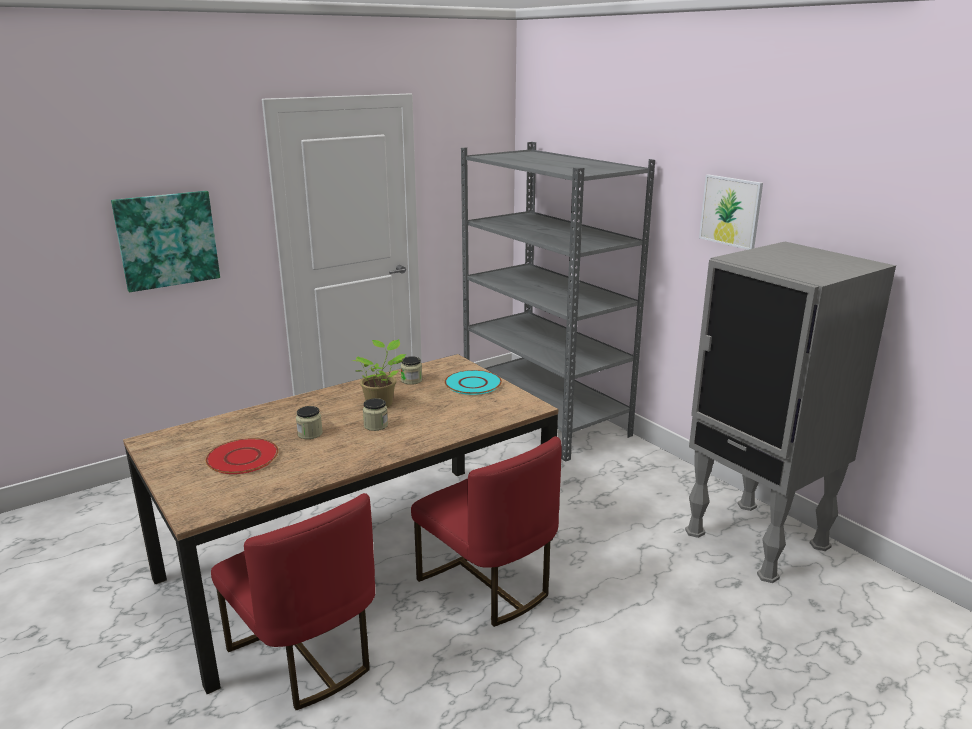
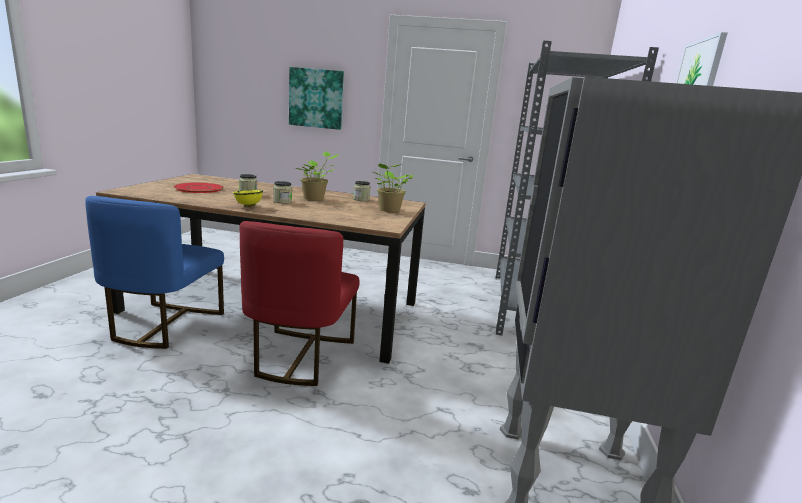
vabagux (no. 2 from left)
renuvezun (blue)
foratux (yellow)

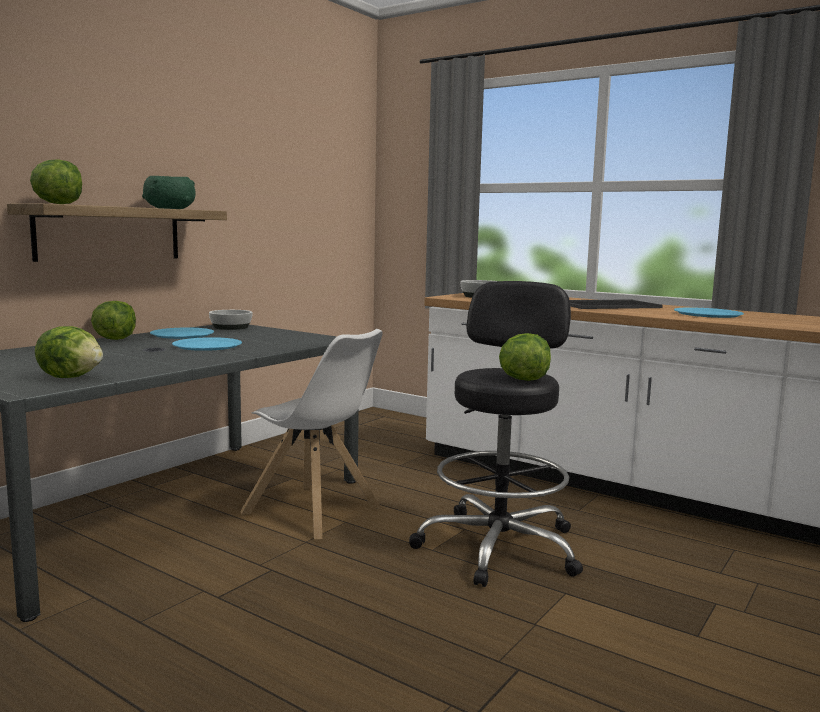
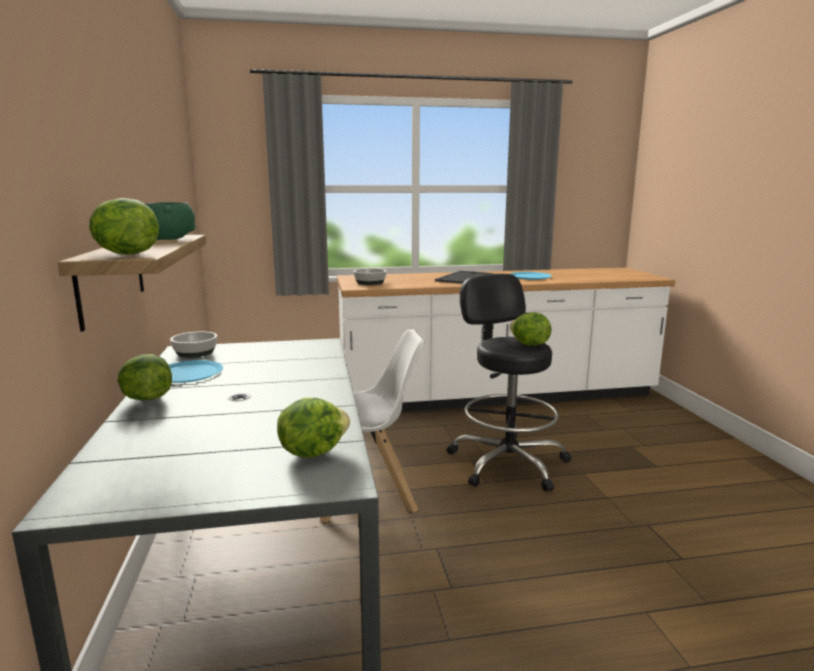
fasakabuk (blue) (no. 2 from left in the first image)

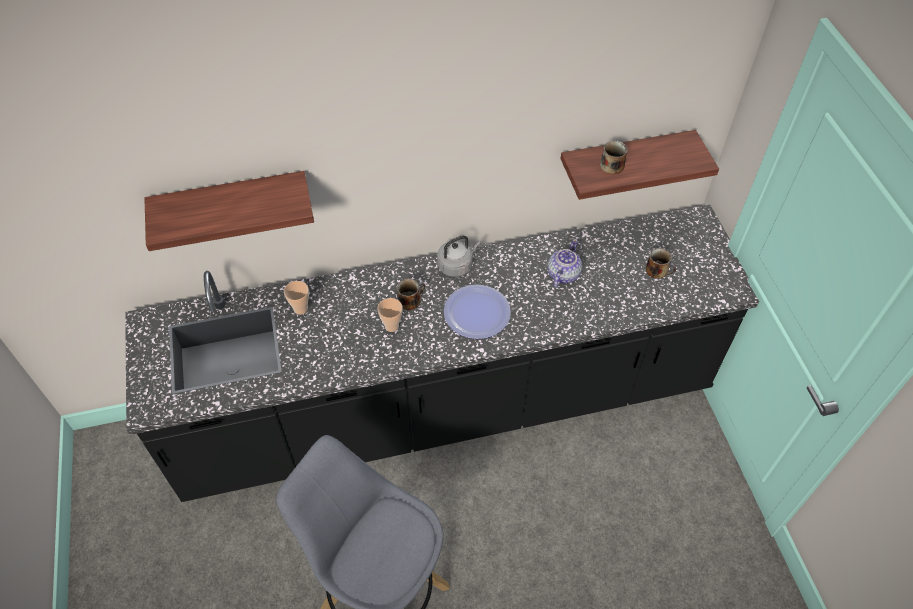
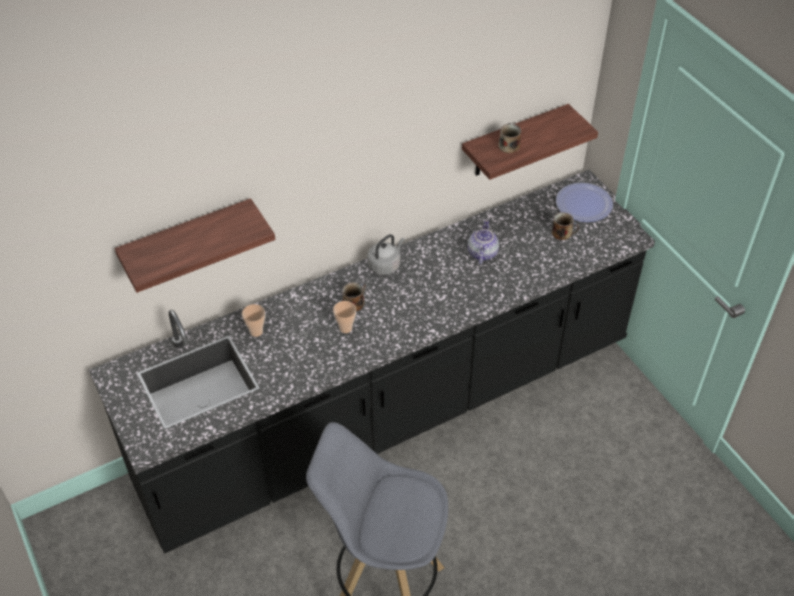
fasakabuk

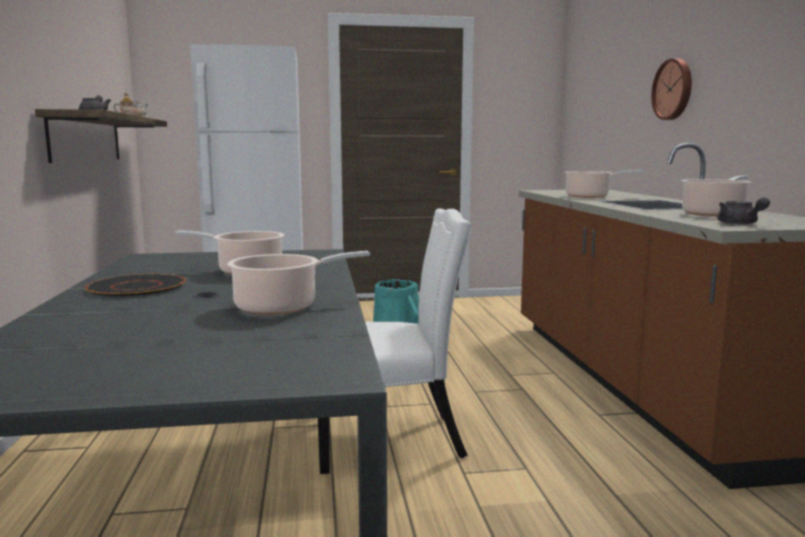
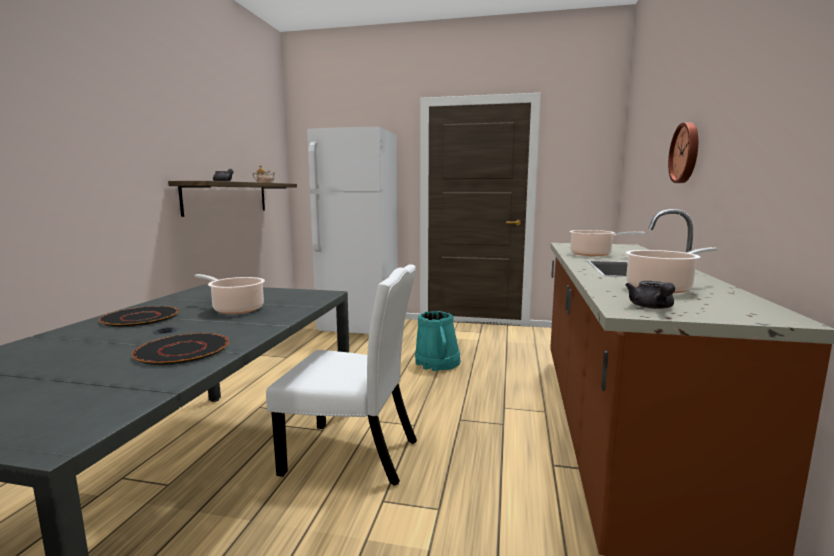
fasakabuk (black) (no. 2 from left)

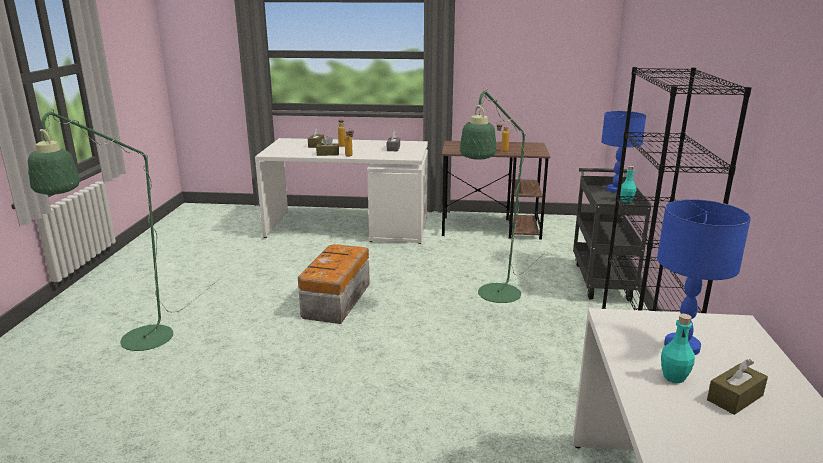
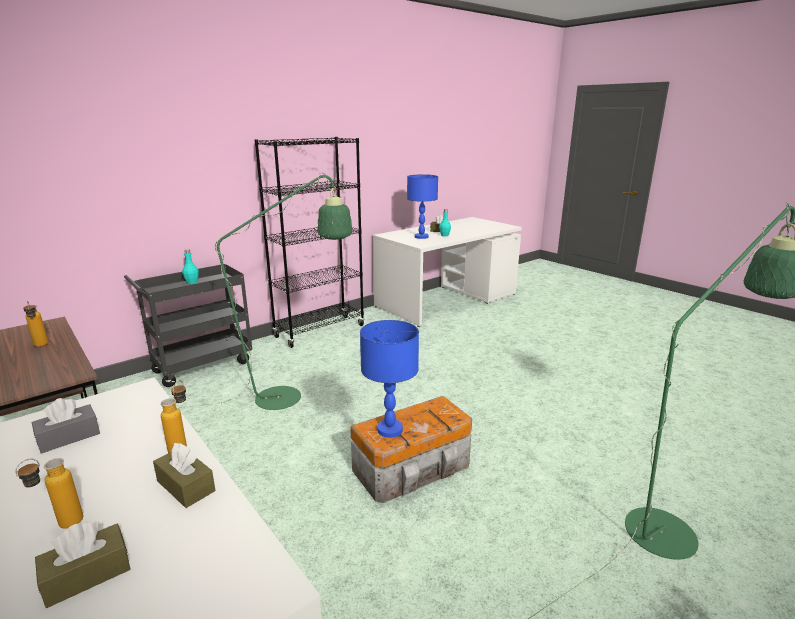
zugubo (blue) (no. 1 from left)

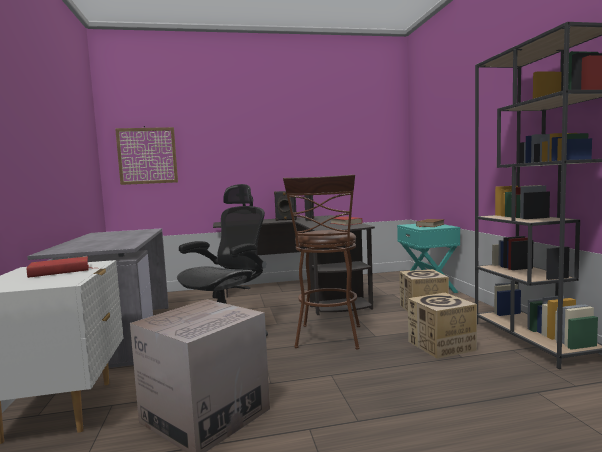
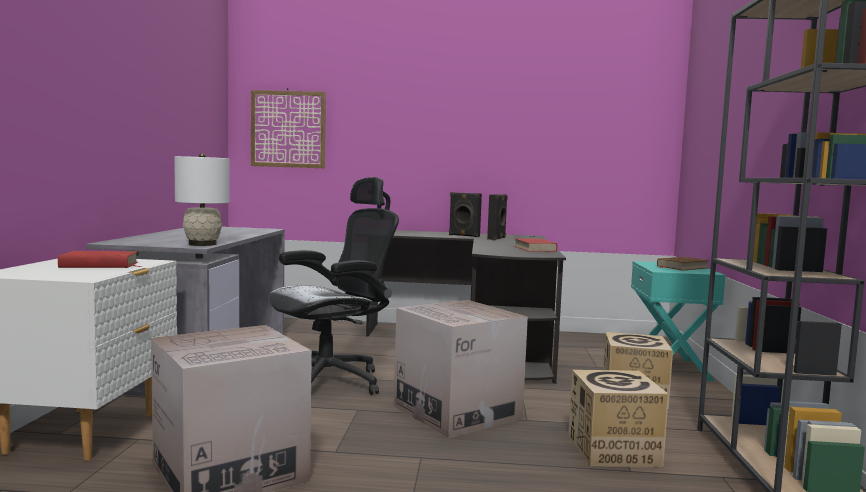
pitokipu (no. 2 from left)
zugubo (white)

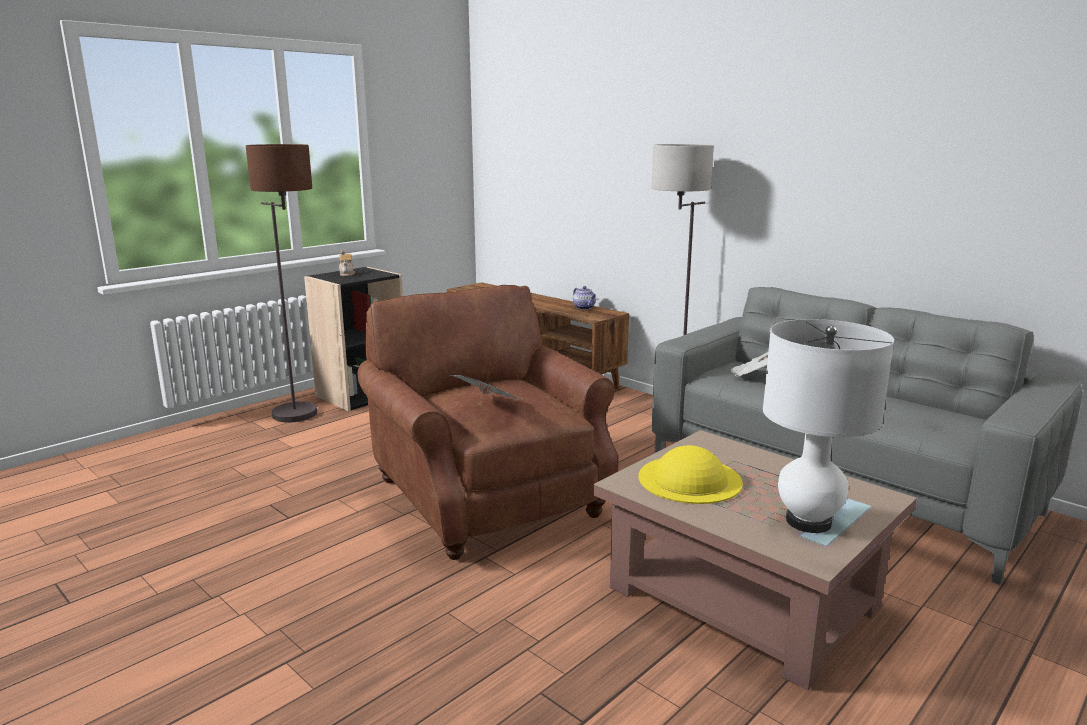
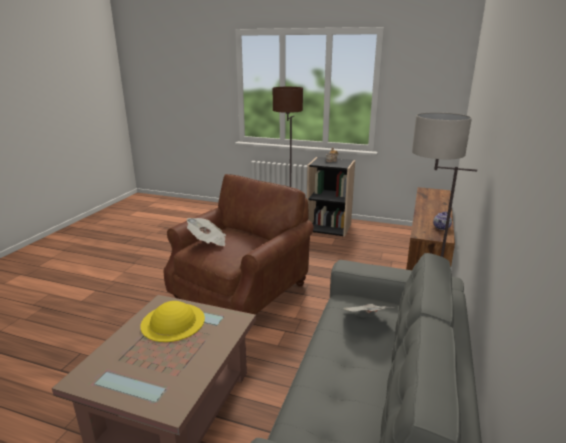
zugubo (white)

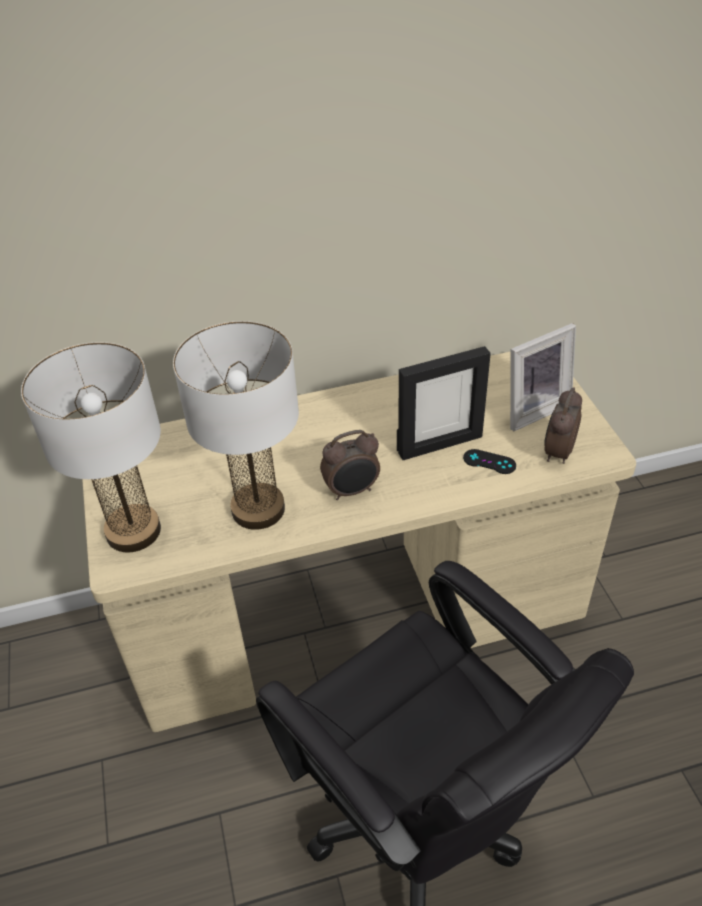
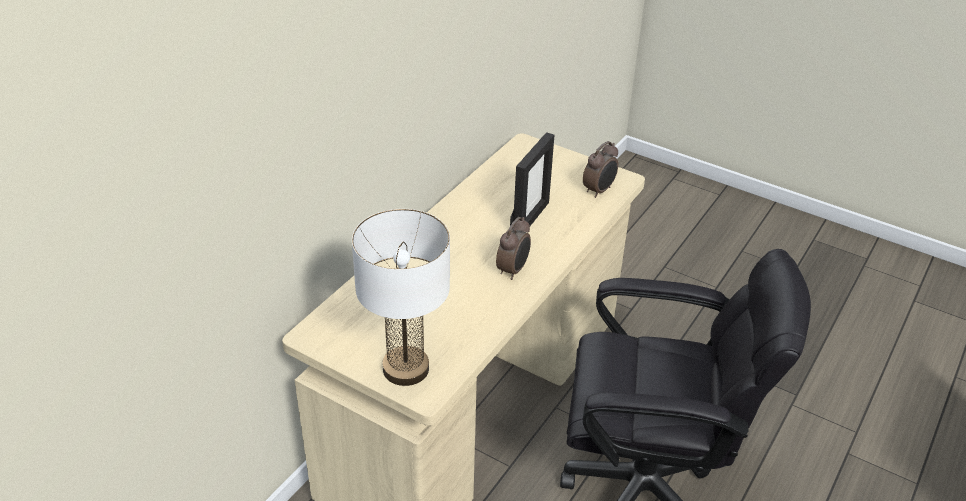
zugubo (no. 2 from left in the first image)
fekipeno (no. 2 from left in the first image)
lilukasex (no. 2 from left)
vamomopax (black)

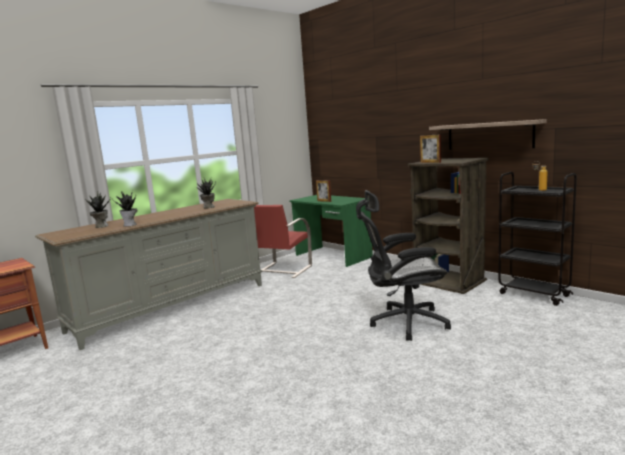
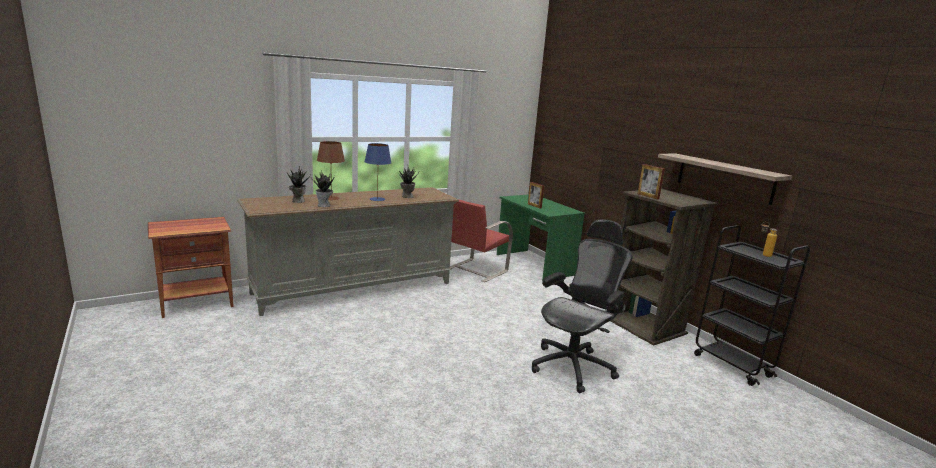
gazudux
zugubo (brown)
zugubo (blue)

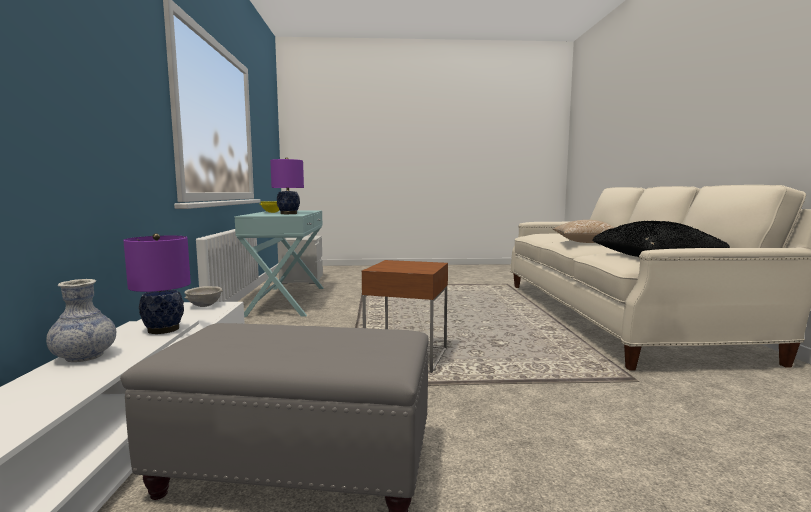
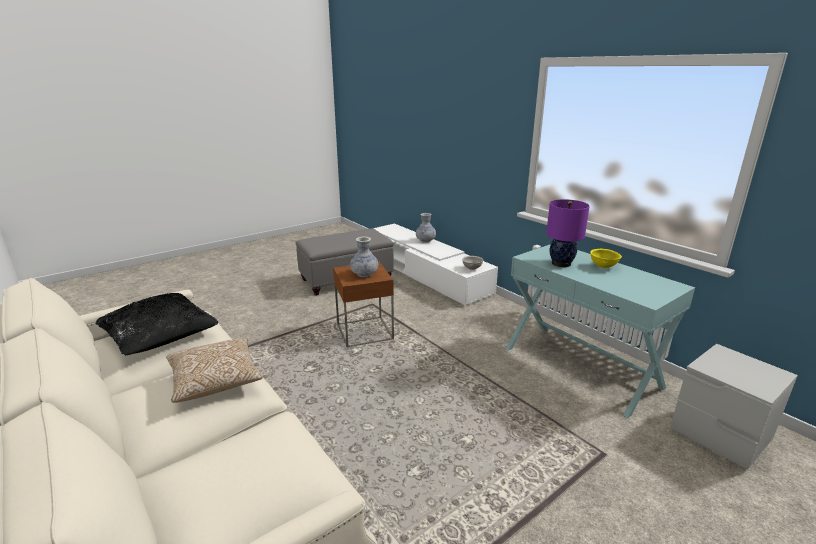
zugubo (purple) (no. 1 from left in the first image)
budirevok (no. 1 from left)

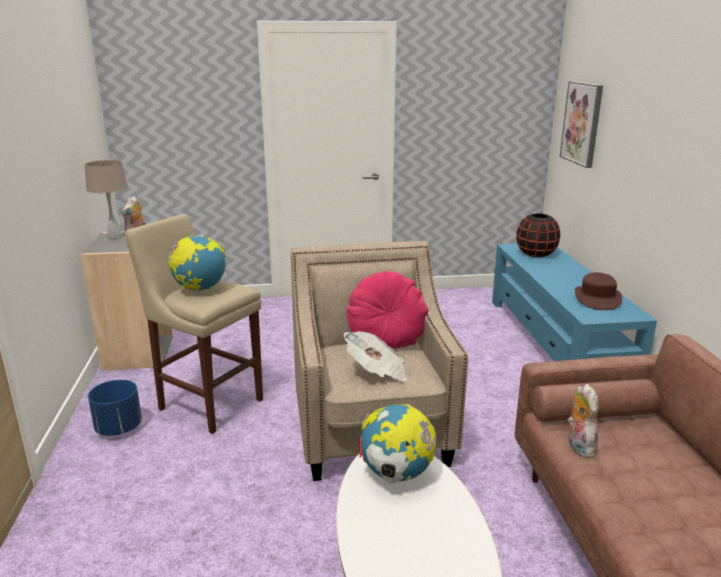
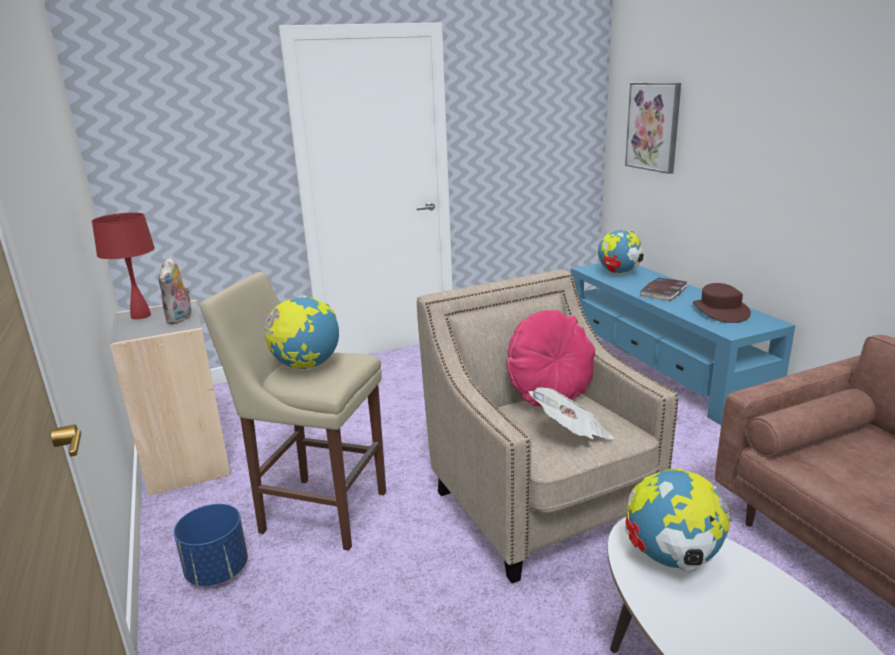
zugubo (red)
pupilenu (no. 2 from left)
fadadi (no. 2 from left in the first image)
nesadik

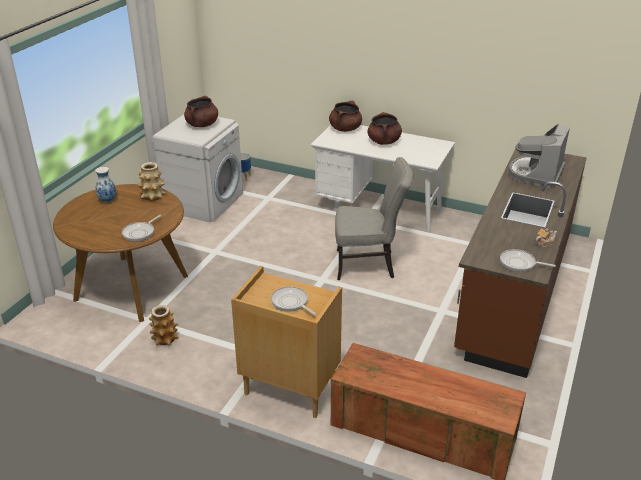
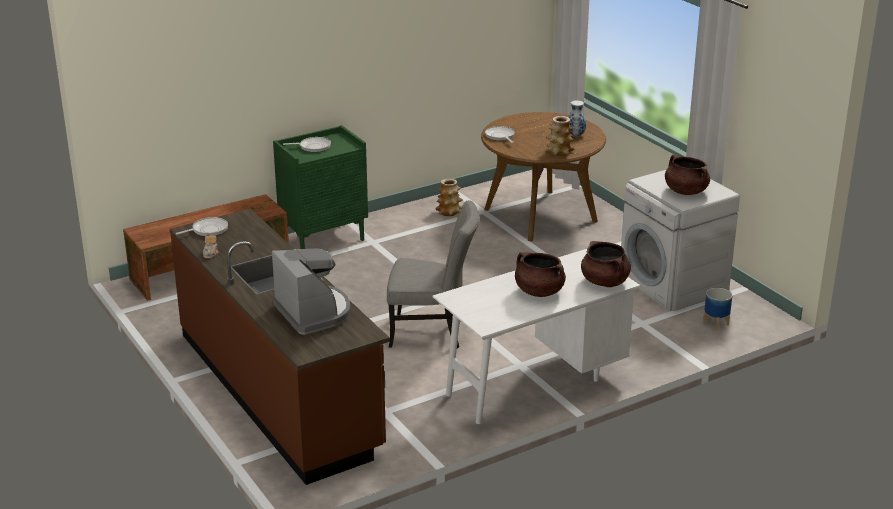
renuvezun (grey)
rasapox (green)

